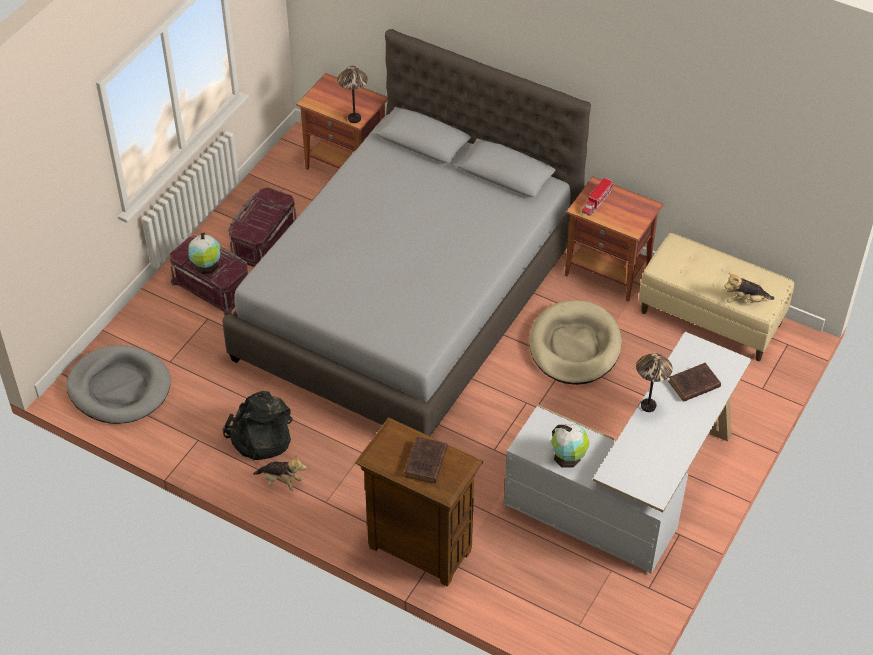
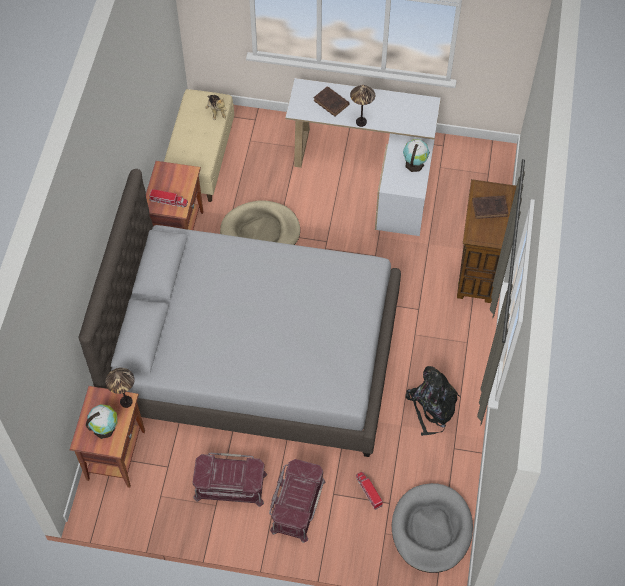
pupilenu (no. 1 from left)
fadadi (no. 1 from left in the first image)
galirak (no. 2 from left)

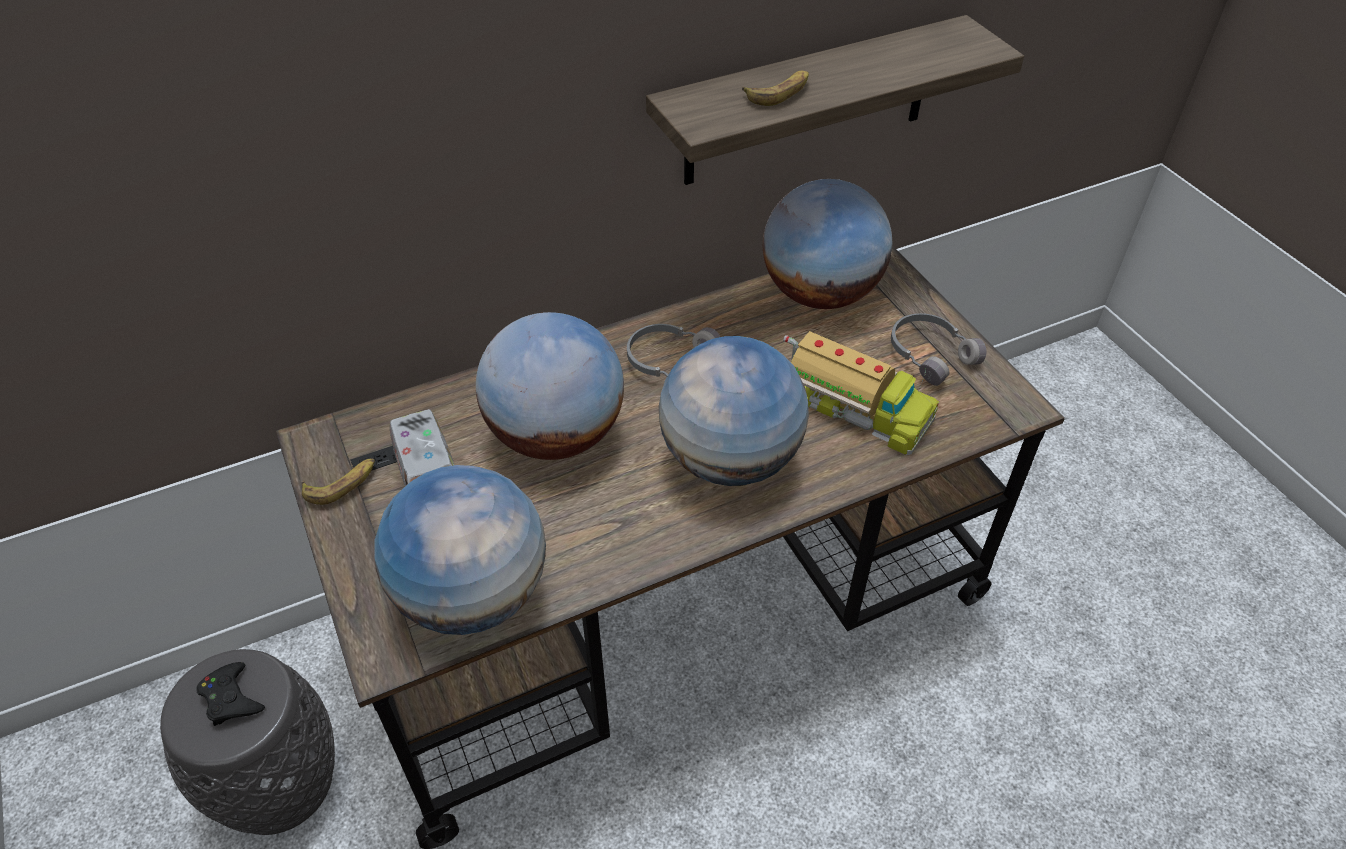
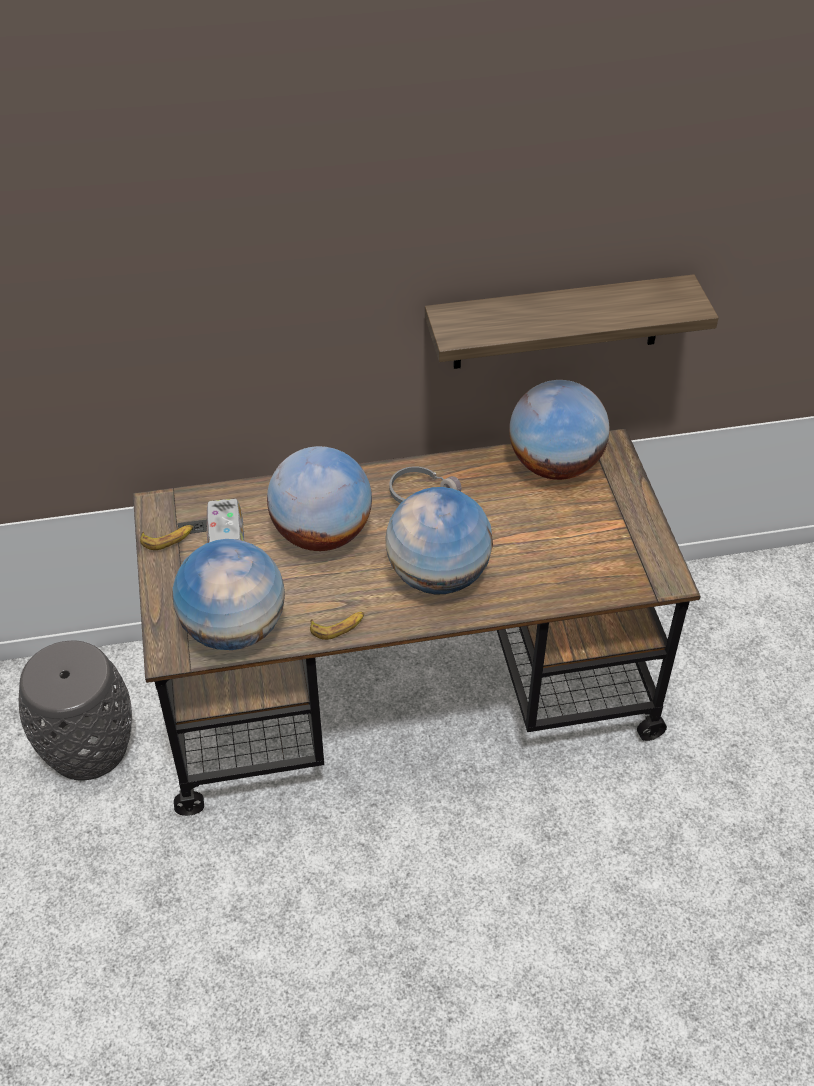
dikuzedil (no. 2 from left)
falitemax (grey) (no. 2 from left in the first image)
galirak (no. 2 from left in the first image)
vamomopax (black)

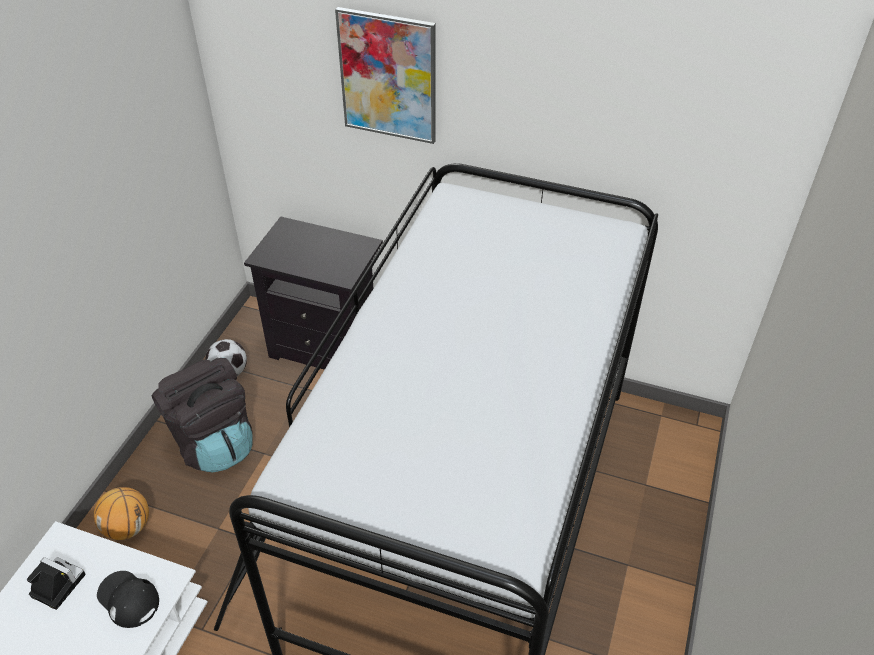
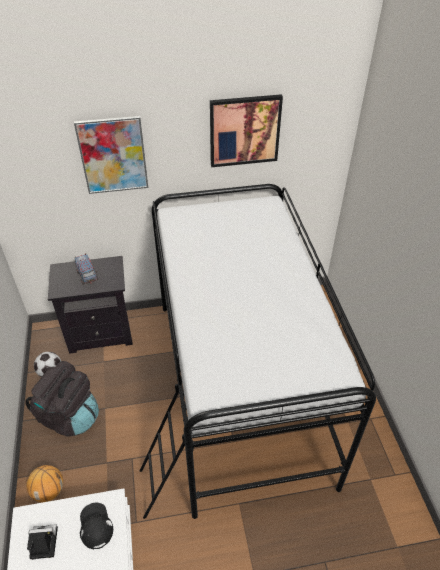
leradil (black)
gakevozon (no. 2 from left)
galirak

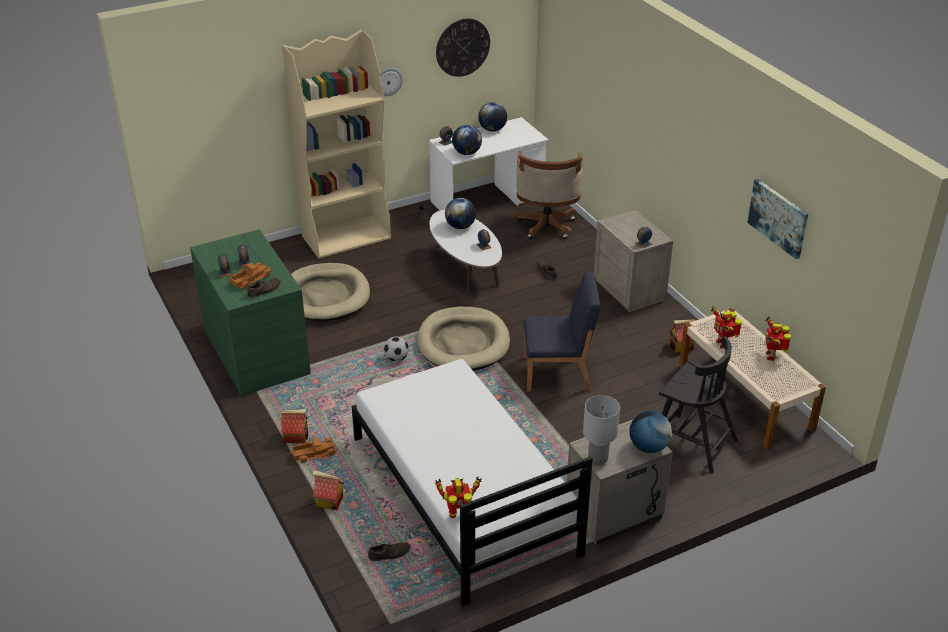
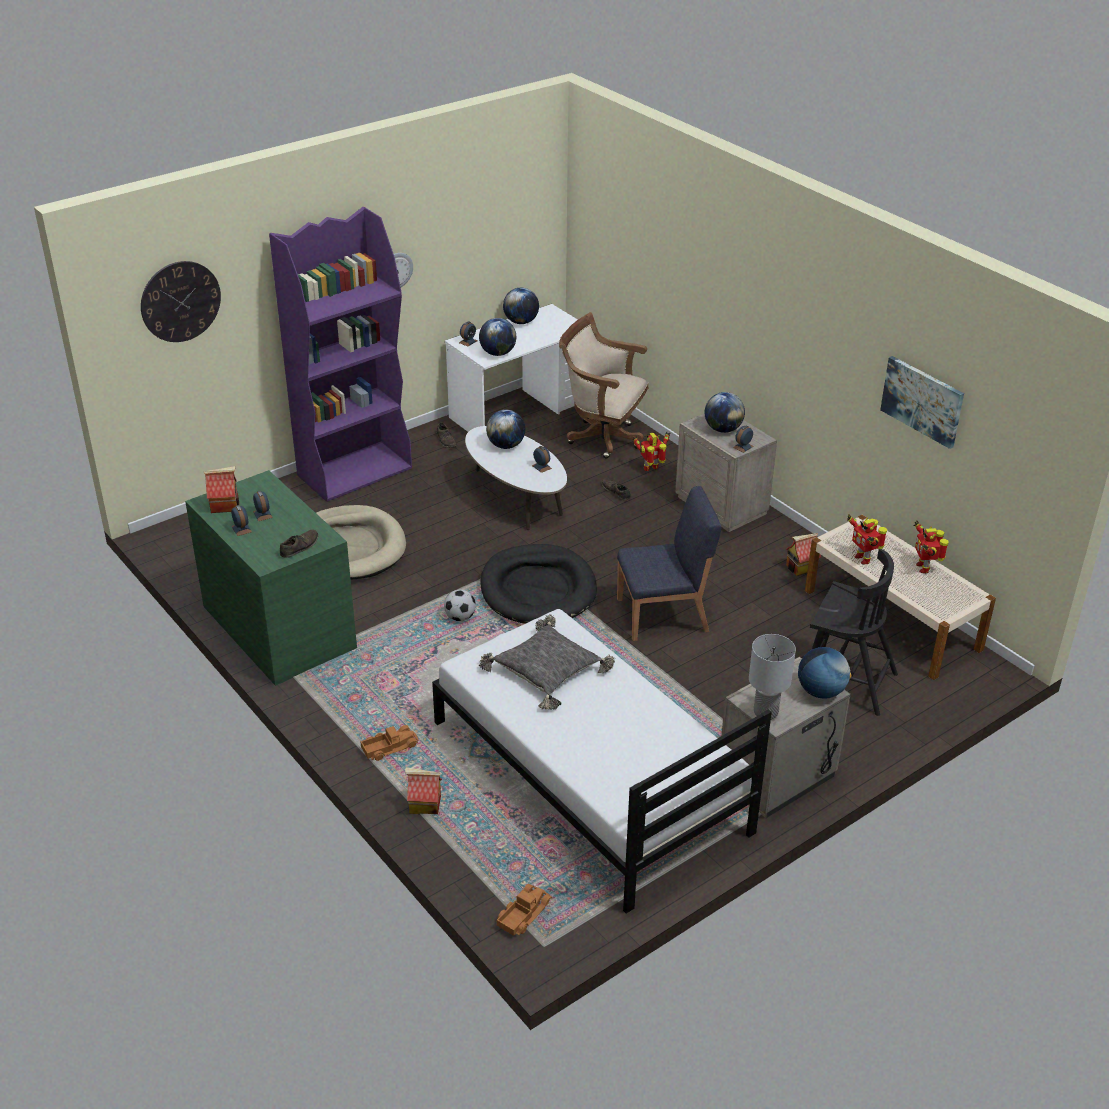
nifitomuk (no. 1 from left)
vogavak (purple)
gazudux
galirak (no. 2 from left)
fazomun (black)
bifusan (no. 1 from left)
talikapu (no. 1 from left)
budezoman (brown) (no. 2 from left in the first image)
pupilenu (no. 4 from left)
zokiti

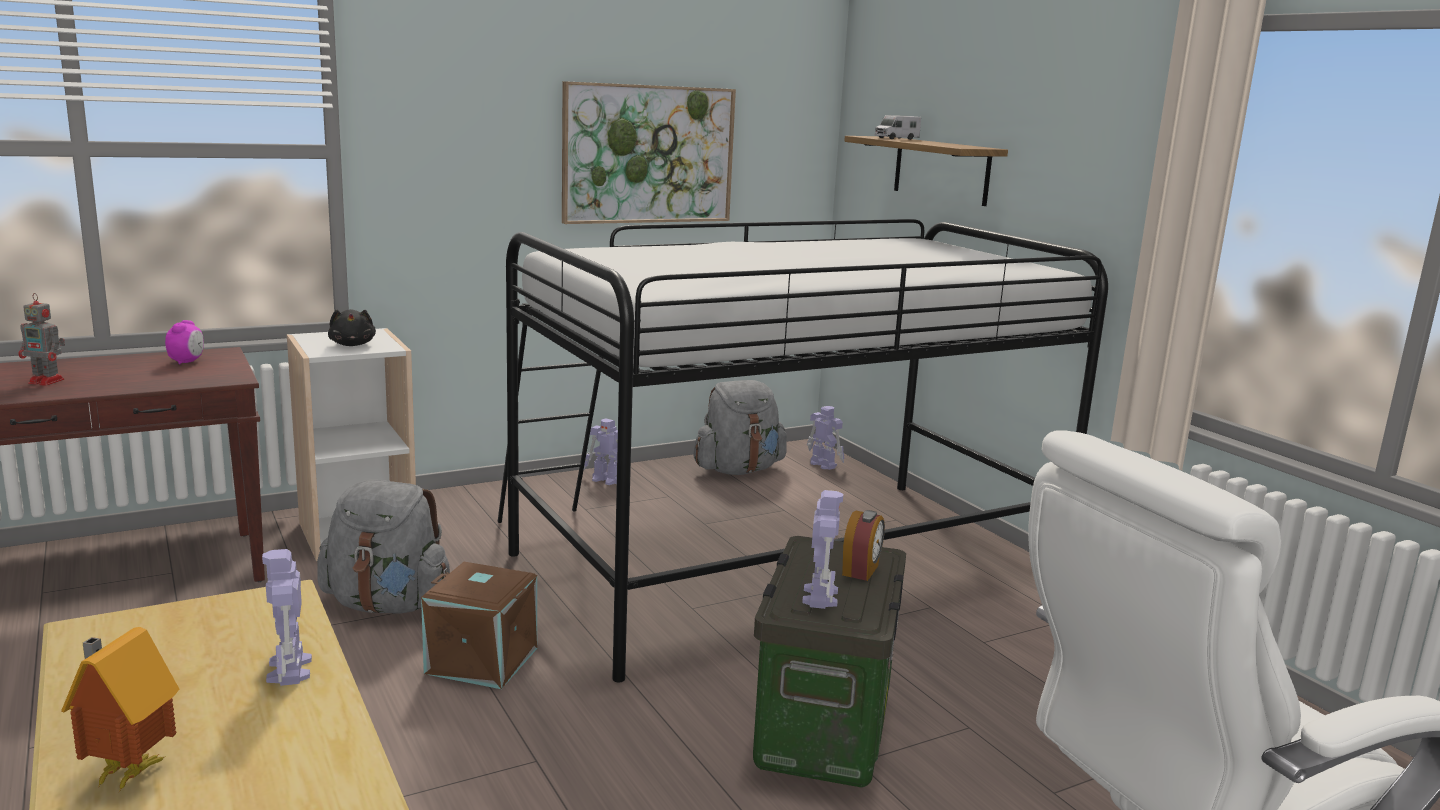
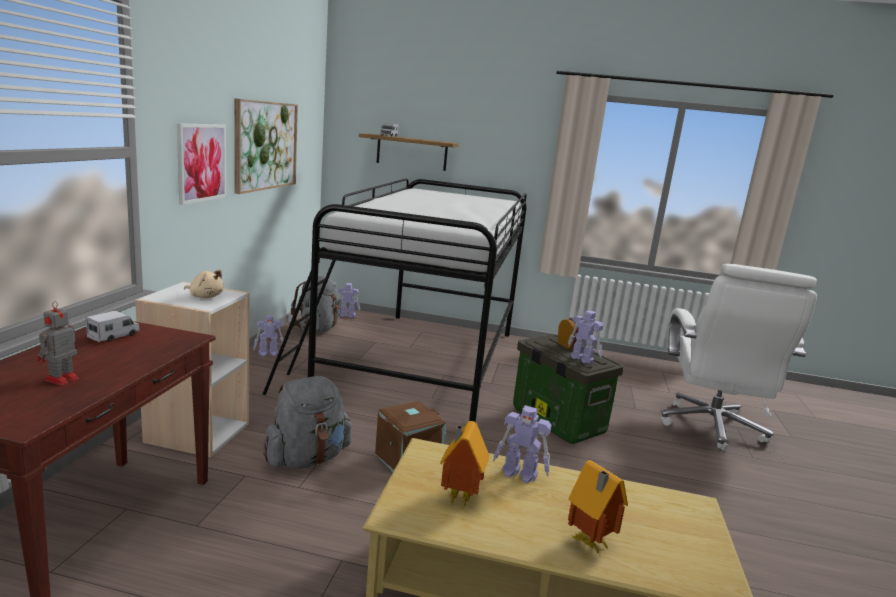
talikapu (no. 1 from left)
fadadi (beige)
galirak (no. 1 from left)
gakevozon (no. 1 from left)
bifusan (no. 1 from left)

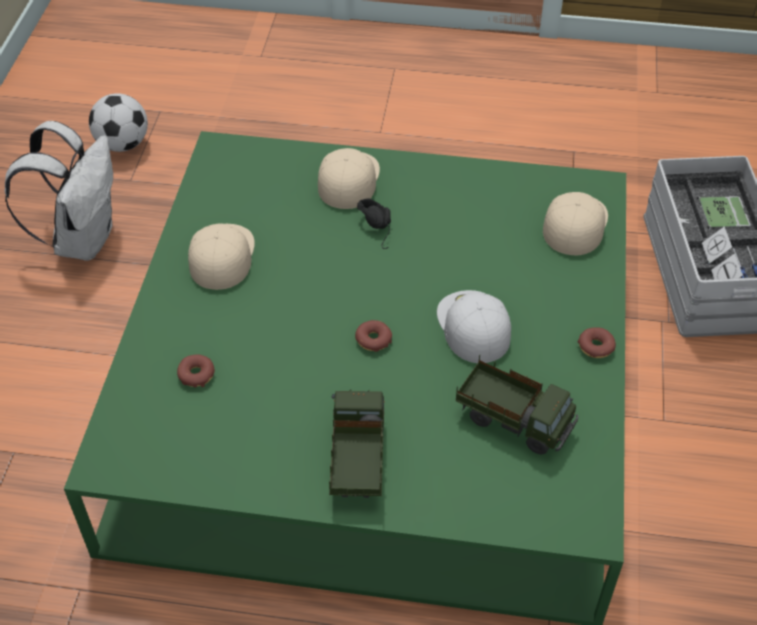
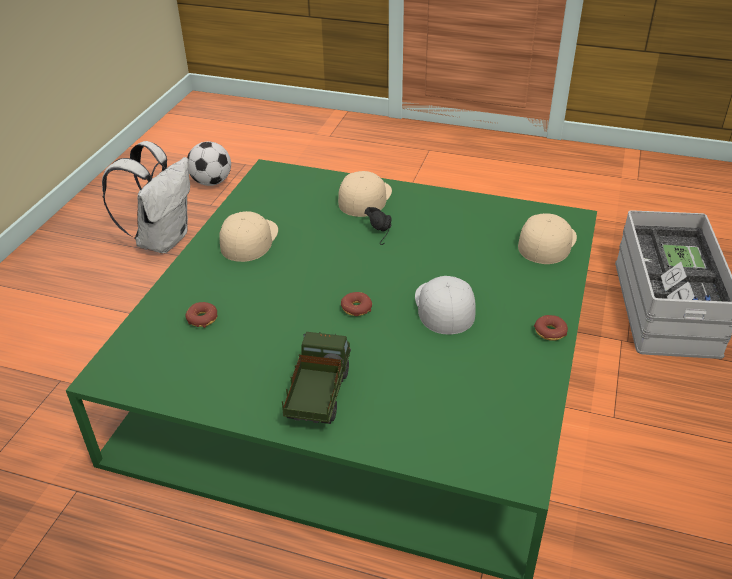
galirak (no. 2 from left in the first image)

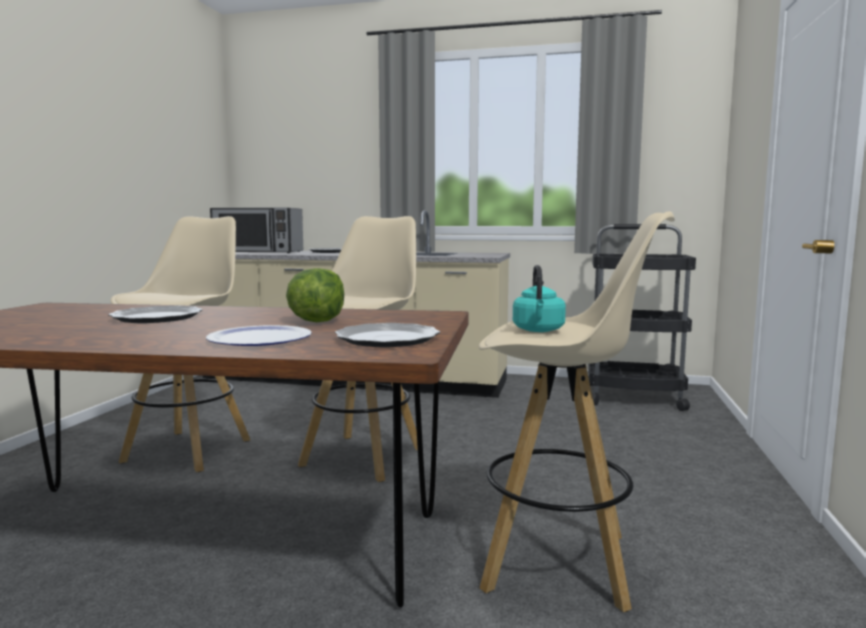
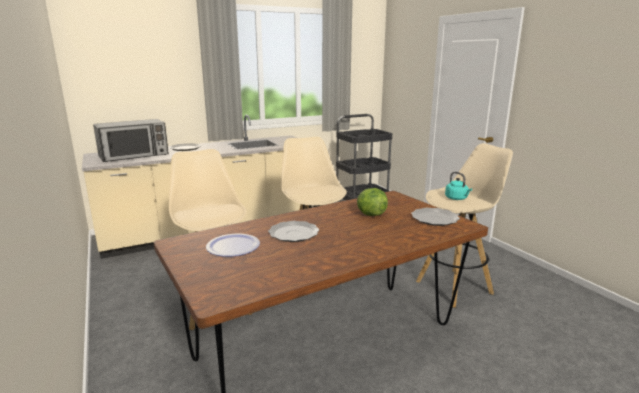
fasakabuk (no. 2 from left)

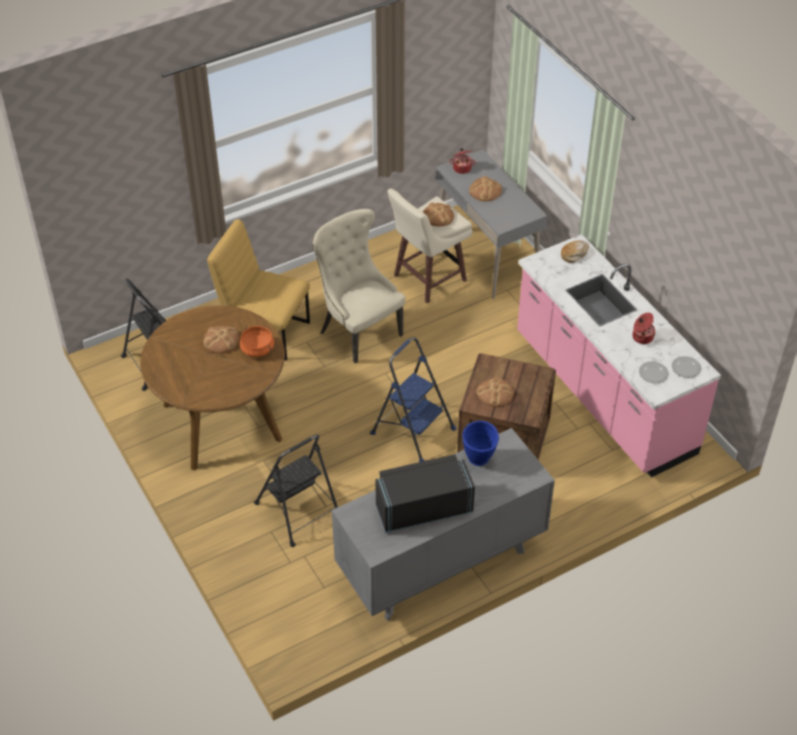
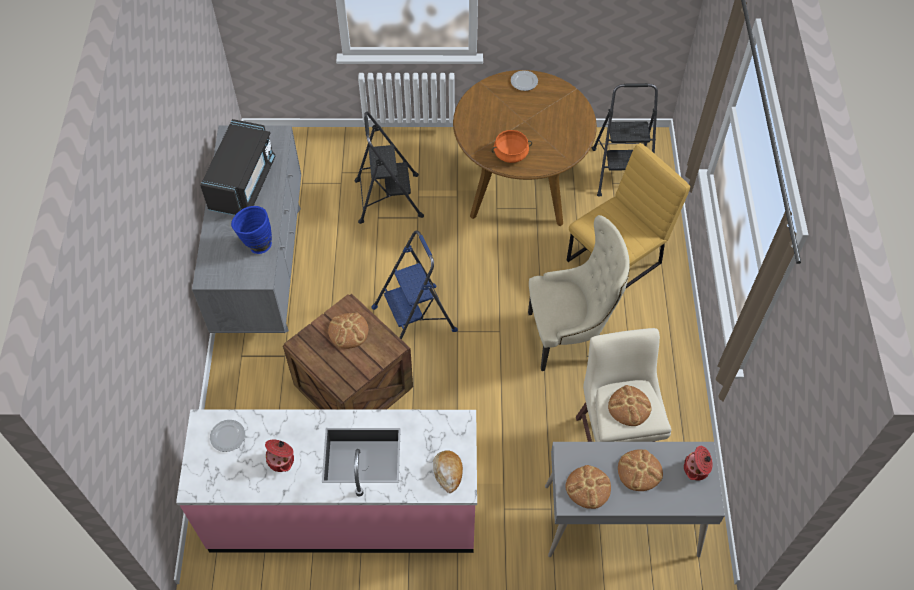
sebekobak (no. 3 from left)
fasakabuk (no. 2 from left)

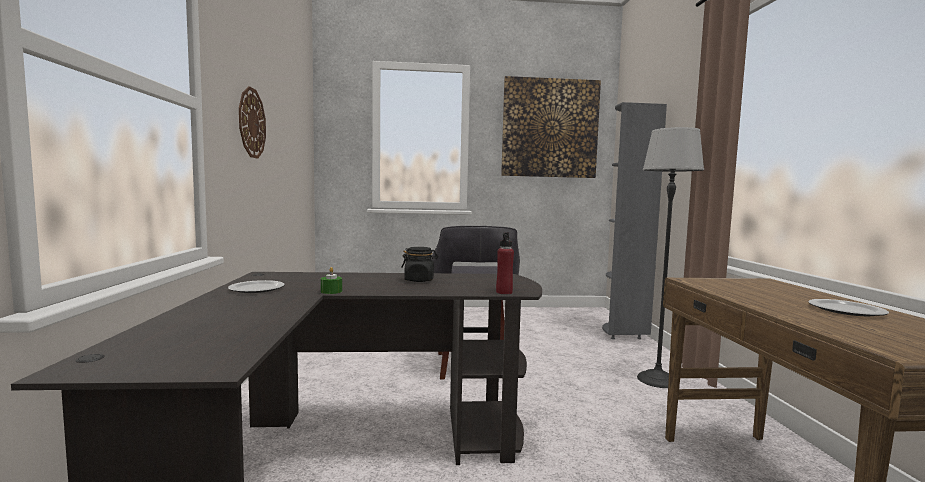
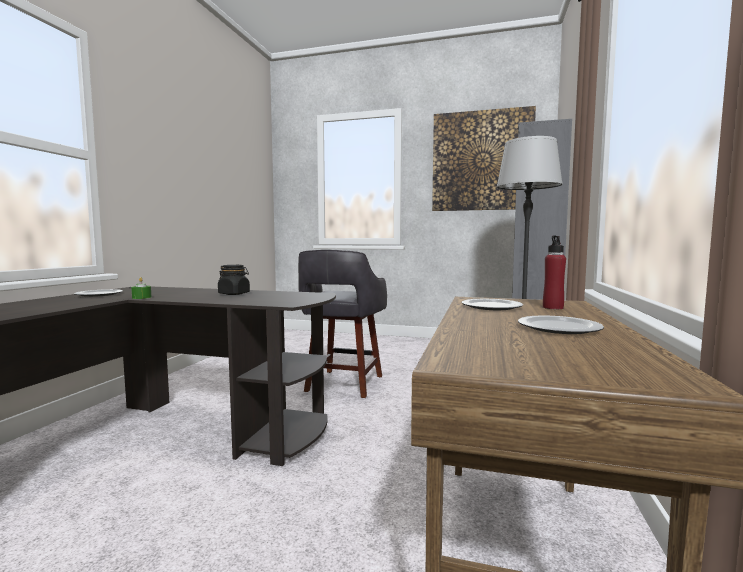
nifitomuk
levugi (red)
fasakabuk (no. 2 from left)

